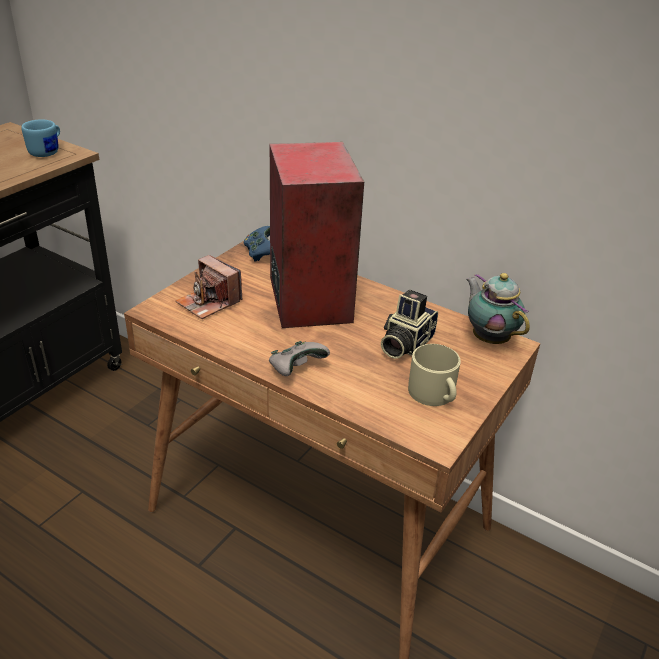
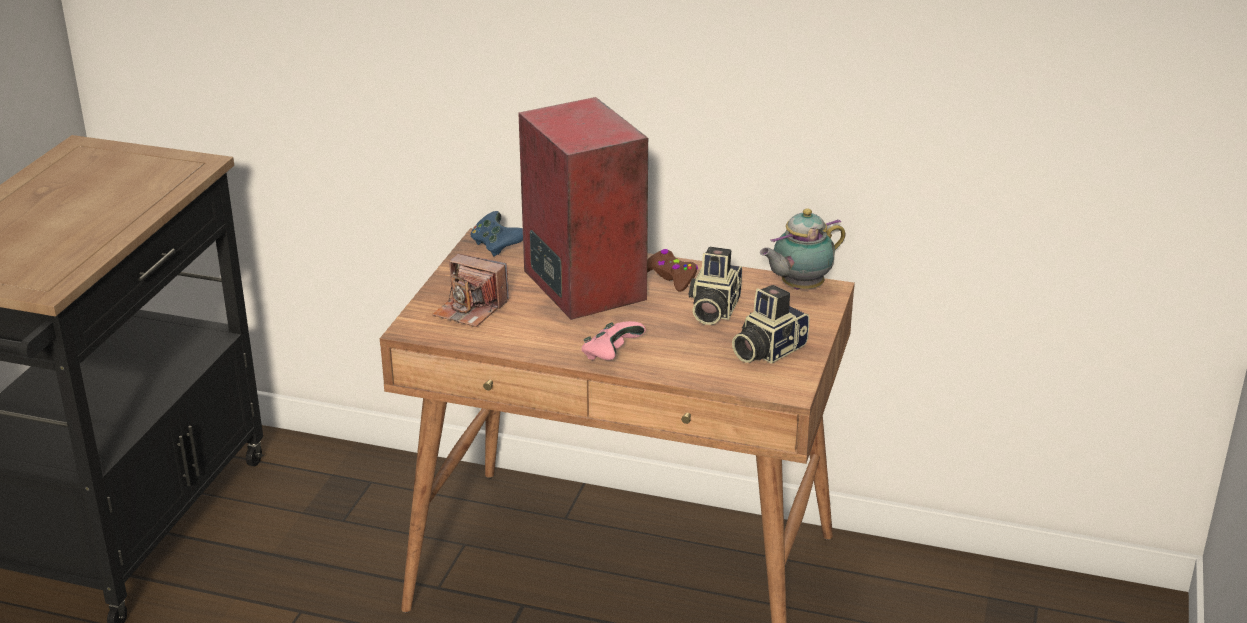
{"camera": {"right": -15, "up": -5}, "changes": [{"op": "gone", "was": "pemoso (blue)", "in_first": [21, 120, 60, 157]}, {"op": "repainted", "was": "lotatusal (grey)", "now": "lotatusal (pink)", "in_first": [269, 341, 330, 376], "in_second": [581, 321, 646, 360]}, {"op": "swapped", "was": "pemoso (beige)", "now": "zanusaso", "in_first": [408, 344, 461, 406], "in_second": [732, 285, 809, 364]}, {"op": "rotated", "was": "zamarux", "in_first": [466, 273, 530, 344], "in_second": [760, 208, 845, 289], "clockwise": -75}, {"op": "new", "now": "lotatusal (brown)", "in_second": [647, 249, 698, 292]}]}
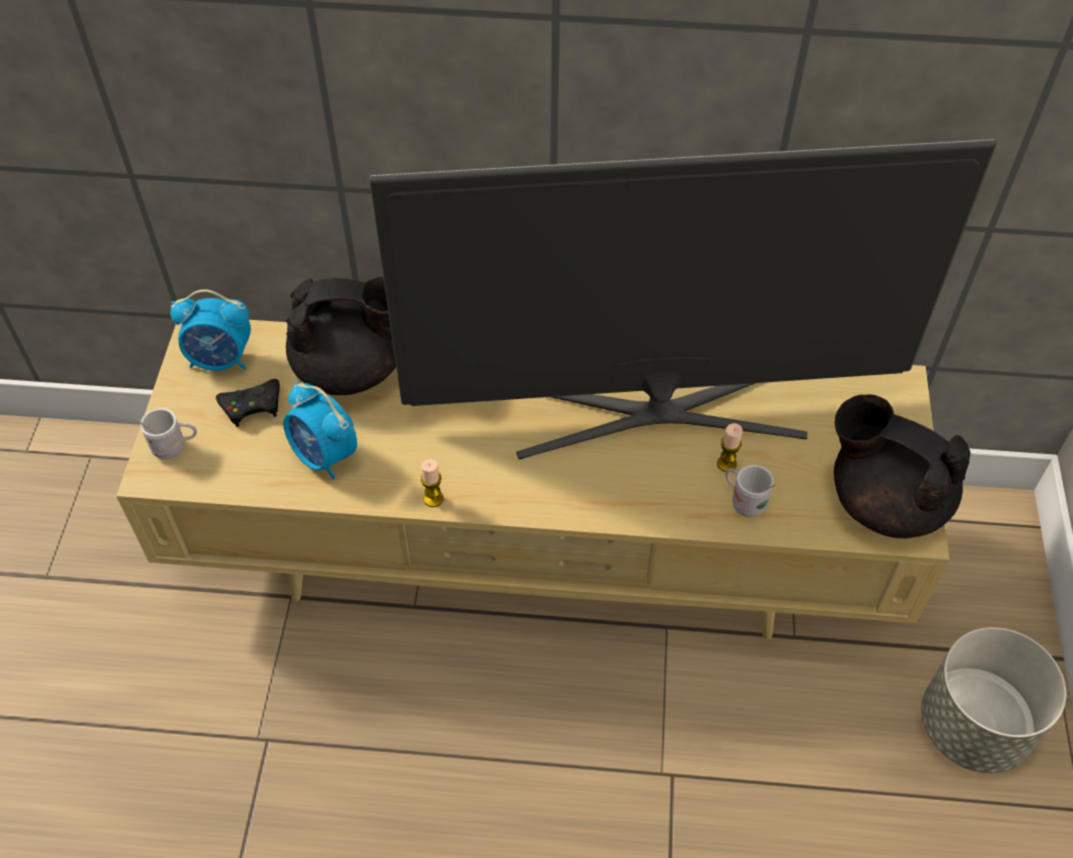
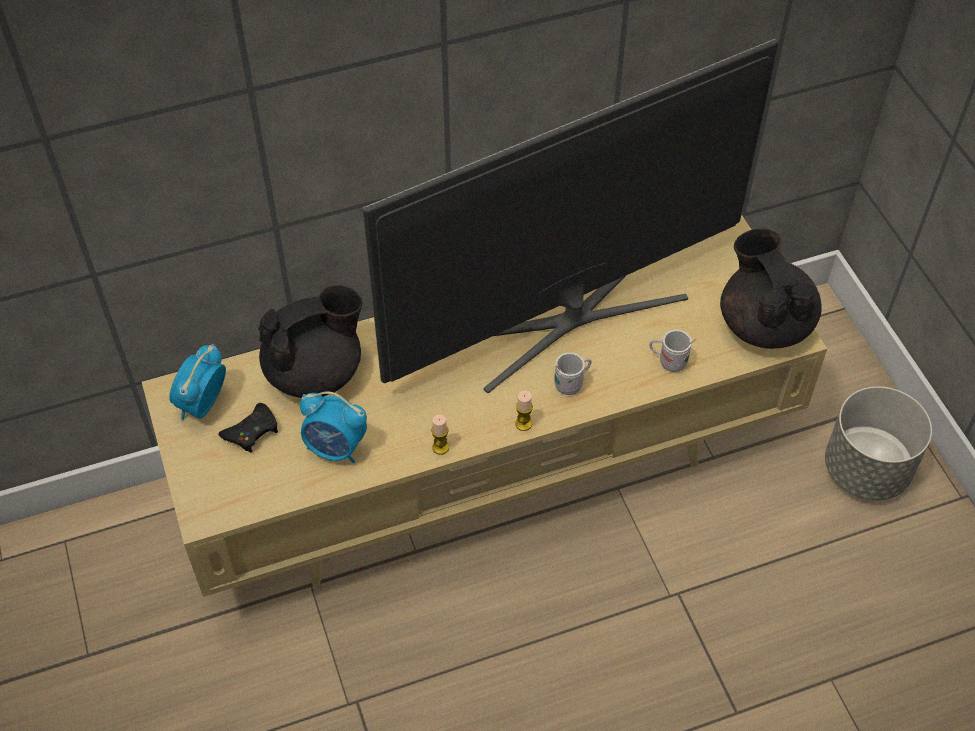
{"camera": {"right": -25, "up": 0}, "changes": [{"op": "shifted", "was": "pemoso (white)", "in_first": [133, 408, 197, 460], "in_second": [554, 352, 592, 395]}, {"op": "rotated", "was": "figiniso", "in_first": [171, 289, 251, 371], "in_second": [169, 344, 226, 420], "clockwise": 135}, {"op": "shifted", "was": "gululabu", "in_first": [717, 423, 742, 472], "in_second": [516, 390, 533, 431]}, {"op": "rotated", "was": "zamarux (black)", "in_first": [834, 394, 970, 538], "in_second": [720, 228, 822, 349], "clockwise": 60}]}
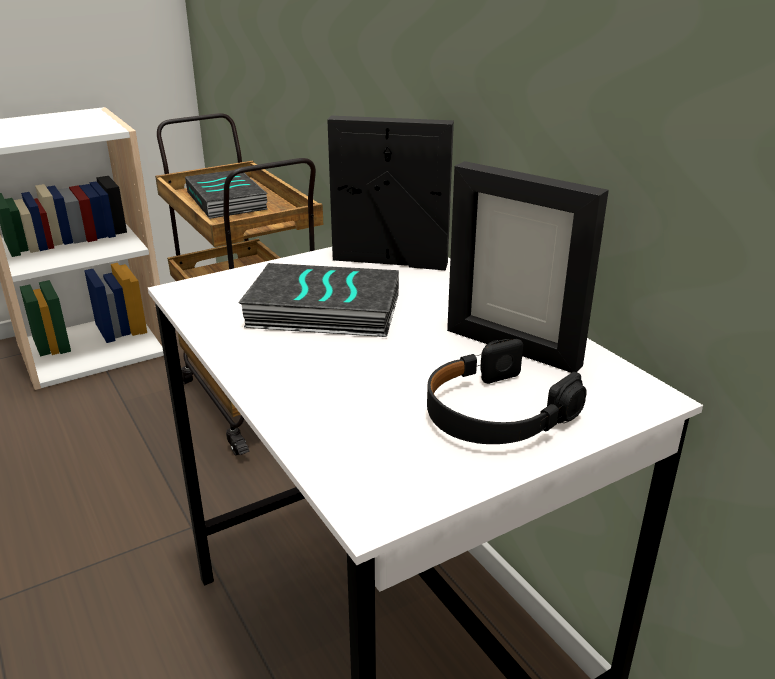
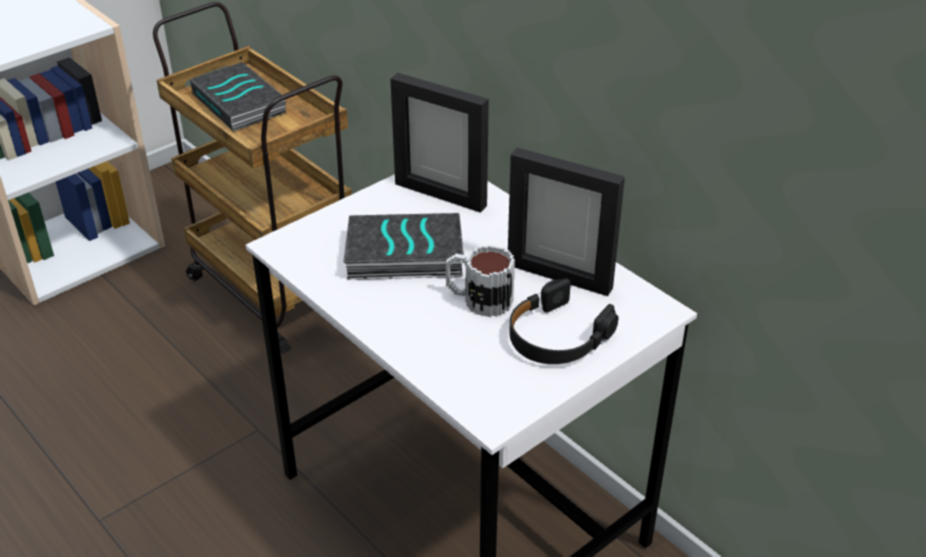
{"camera": {"right": -10, "up": 10}, "changes": [{"op": "rotated", "was": "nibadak", "in_first": [327, 116, 454, 271], "in_second": [390, 73, 489, 213], "clockwise": -150}, {"op": "new", "now": "pemoso", "in_second": [446, 245, 515, 317]}]}
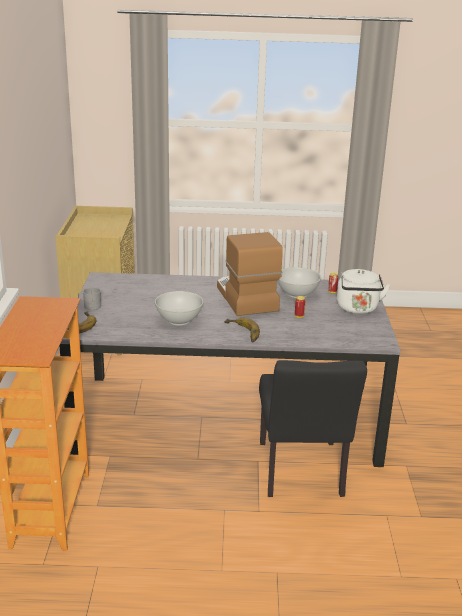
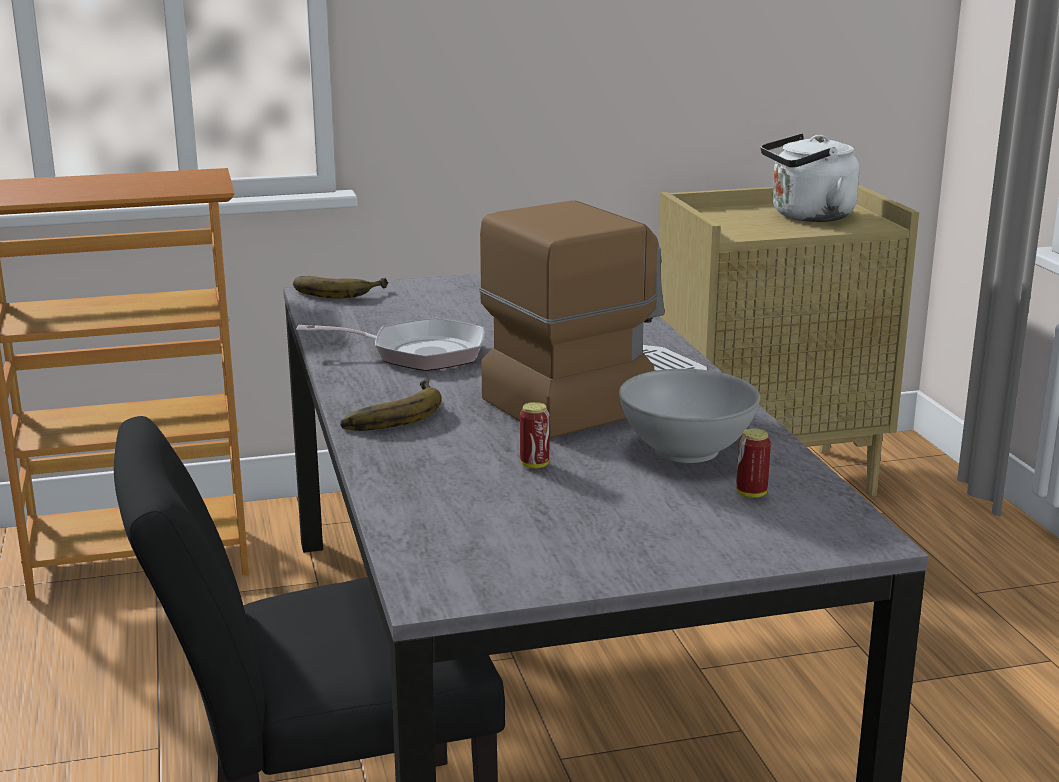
{"camera": {"right": 75, "up": -5}, "changes": [{"op": "gone", "was": "pemoso (grey)", "in_first": [78, 287, 101, 310]}, {"op": "swapped", "was": "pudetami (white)", "now": "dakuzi", "in_first": [155, 291, 203, 326], "in_second": [296, 318, 485, 371]}, {"op": "shifted", "was": "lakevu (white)", "in_first": [337, 269, 390, 314], "in_second": [761, 133, 859, 222]}]}
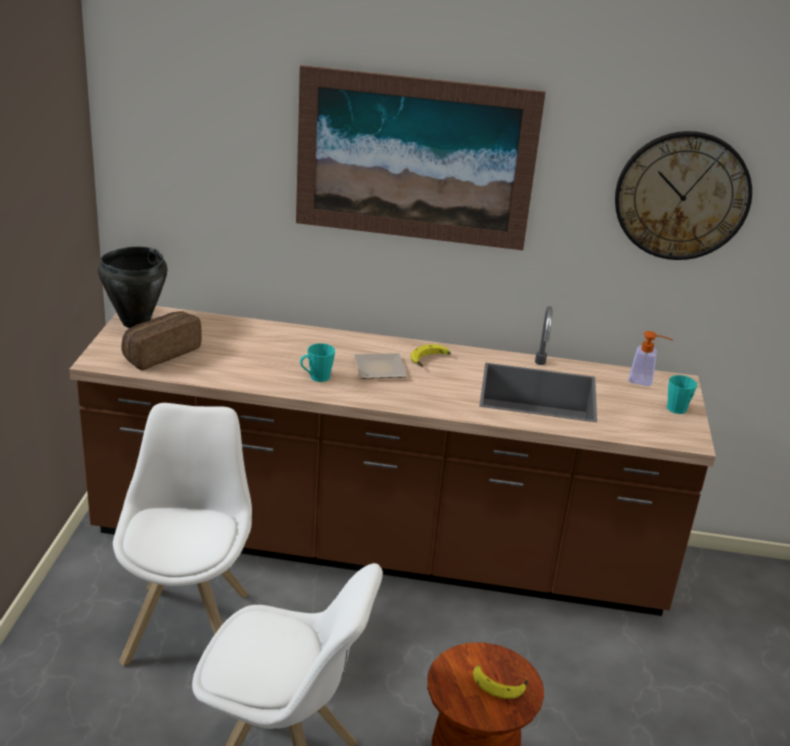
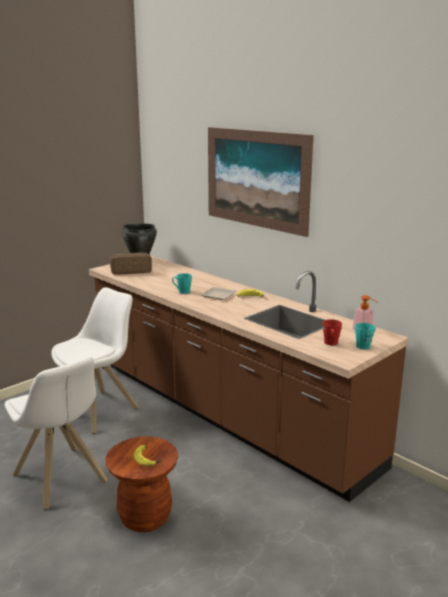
{"camera": {"right": 40, "up": -10}, "changes": [{"op": "gone", "was": "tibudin", "in_first": [615, 131, 752, 260]}, {"op": "new", "now": "pemoso (red)", "in_second": [323, 319, 342, 345]}]}
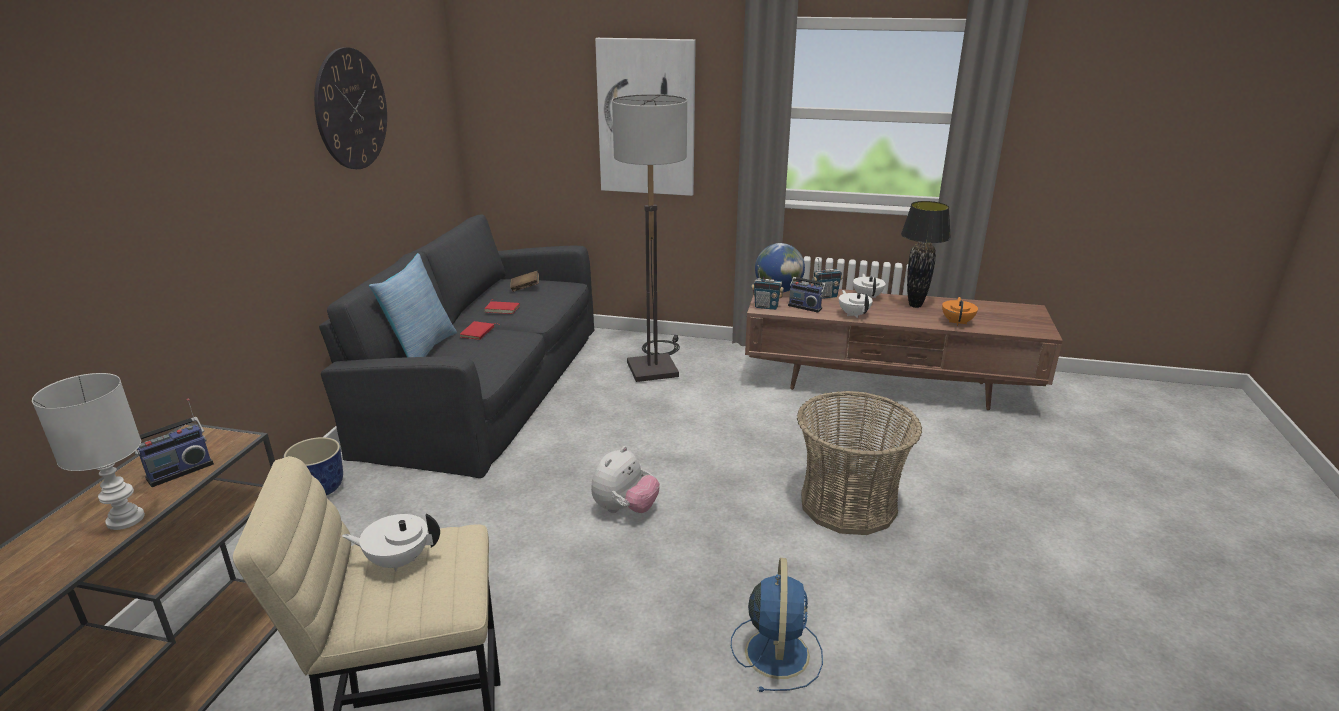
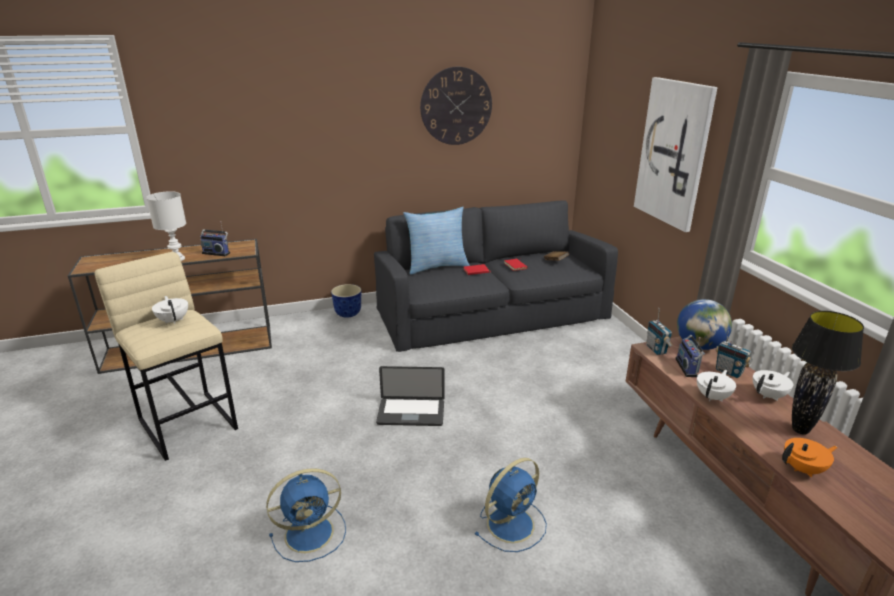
{"camera": {"right": 60, "up": 0}, "changes": [{"op": "swapped", "was": "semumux", "now": "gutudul", "in_first": [591, 446, 660, 513], "in_second": [376, 366, 445, 426]}, {"op": "gone", "was": "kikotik", "in_first": [612, 94, 687, 382]}, {"op": "swapped", "was": "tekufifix", "now": "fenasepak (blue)", "in_first": [797, 391, 922, 535], "in_second": [474, 458, 547, 552]}]}
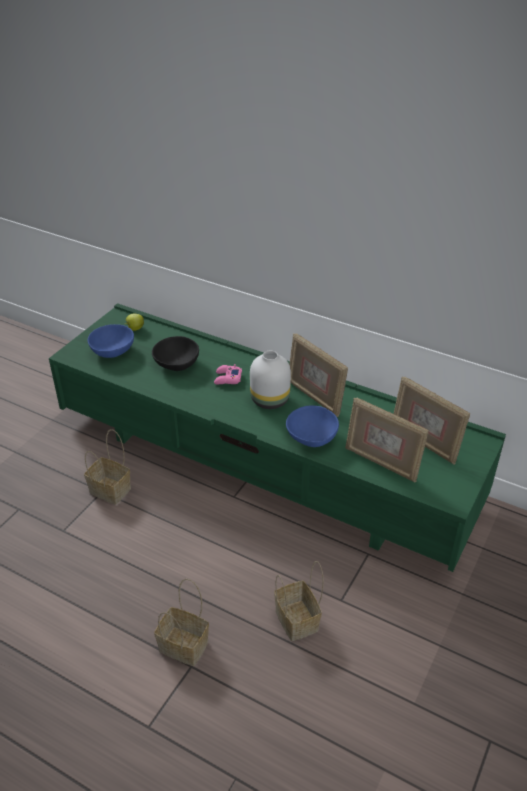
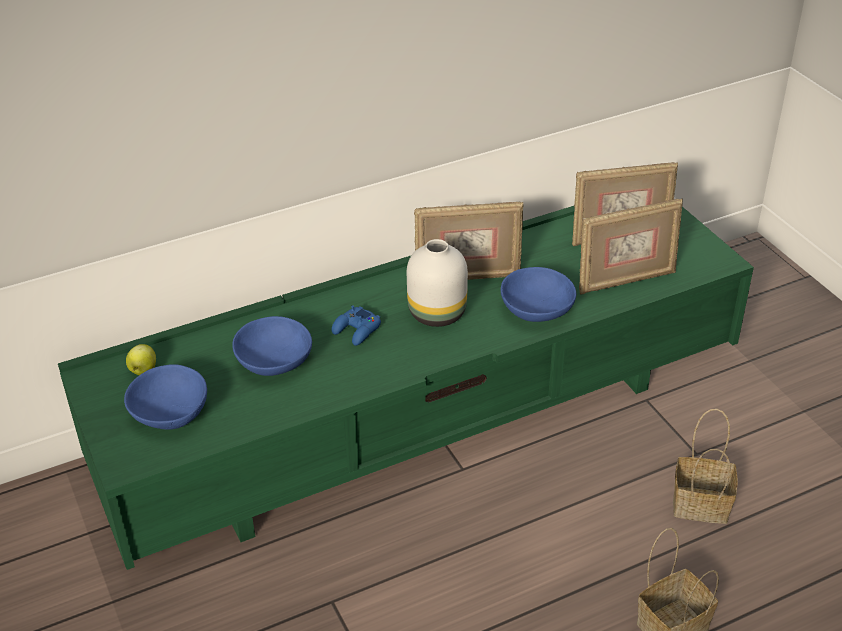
{"camera": {"right": -55, "up": 0}, "changes": [{"op": "gone", "was": "tekufifix", "in_first": [84, 429, 131, 505]}, {"op": "repainted", "was": "pudetami (black)", "now": "pudetami (blue)", "in_first": [152, 336, 199, 371], "in_second": [232, 316, 312, 376]}, {"op": "repainted", "was": "lotatusal (pink)", "now": "lotatusal (blue)", "in_first": [214, 364, 242, 384], "in_second": [332, 305, 381, 346]}]}
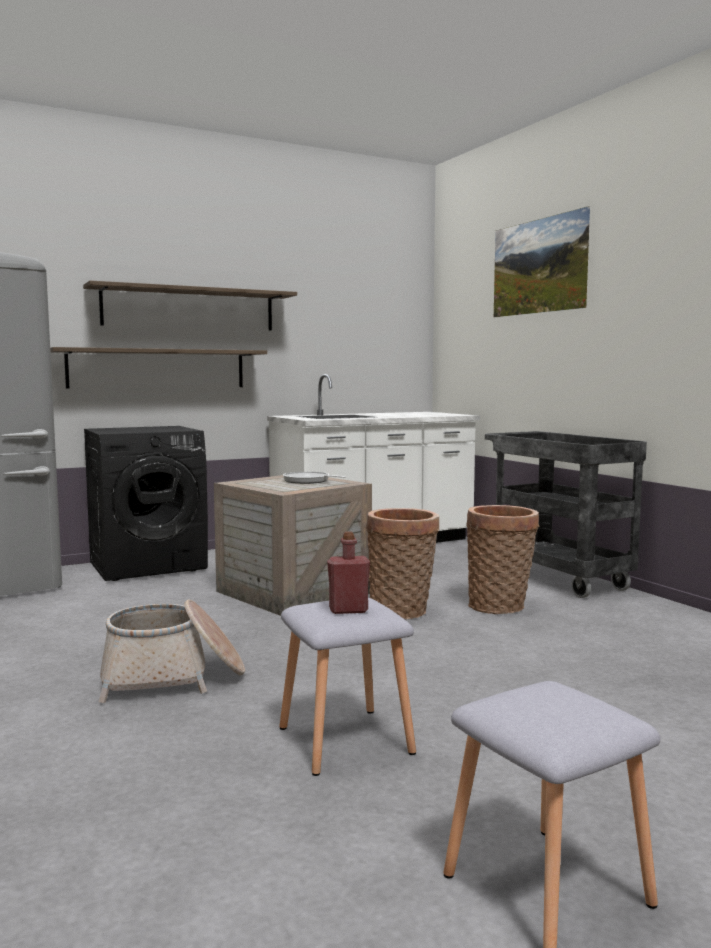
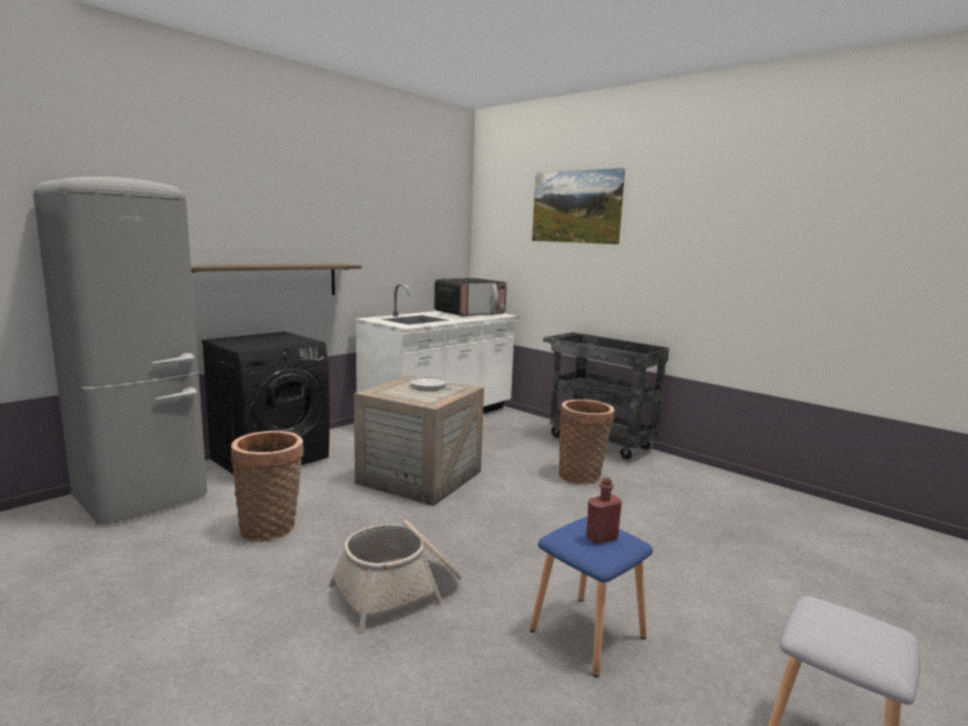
{"camera": {"right": -20, "up": 5}, "changes": [{"op": "gone", "was": "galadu", "in_first": [83, 280, 297, 330]}, {"op": "repainted", "was": "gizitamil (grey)", "now": "gizitamil (blue)", "in_first": [279, 598, 416, 776], "in_second": [530, 517, 653, 677]}, {"op": "shifted", "was": "tekufifix", "in_first": [366, 508, 439, 620], "in_second": [231, 431, 304, 542]}, {"op": "new", "now": "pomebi", "in_second": [434, 278, 507, 317]}]}
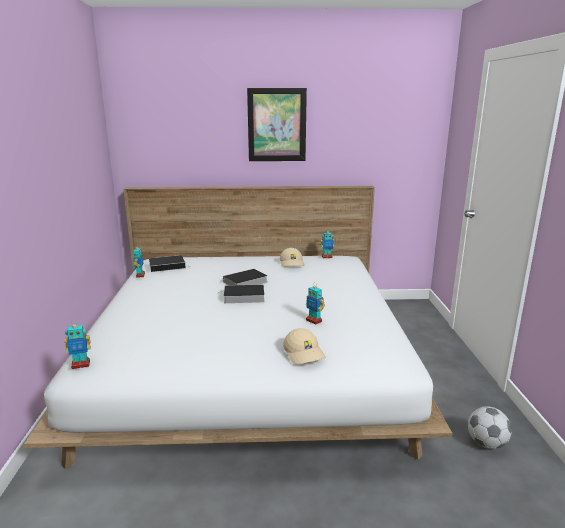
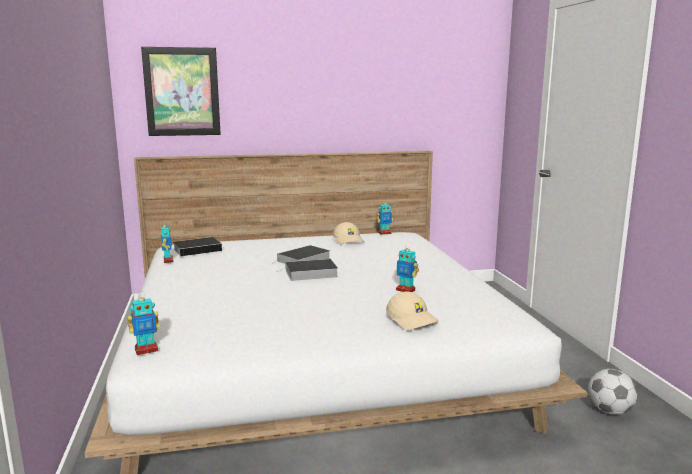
{"camera": {"right": -10, "up": -5}, "changes": [{"op": "shifted", "was": "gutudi", "in_first": [247, 88, 307, 161], "in_second": [141, 47, 221, 136]}]}
